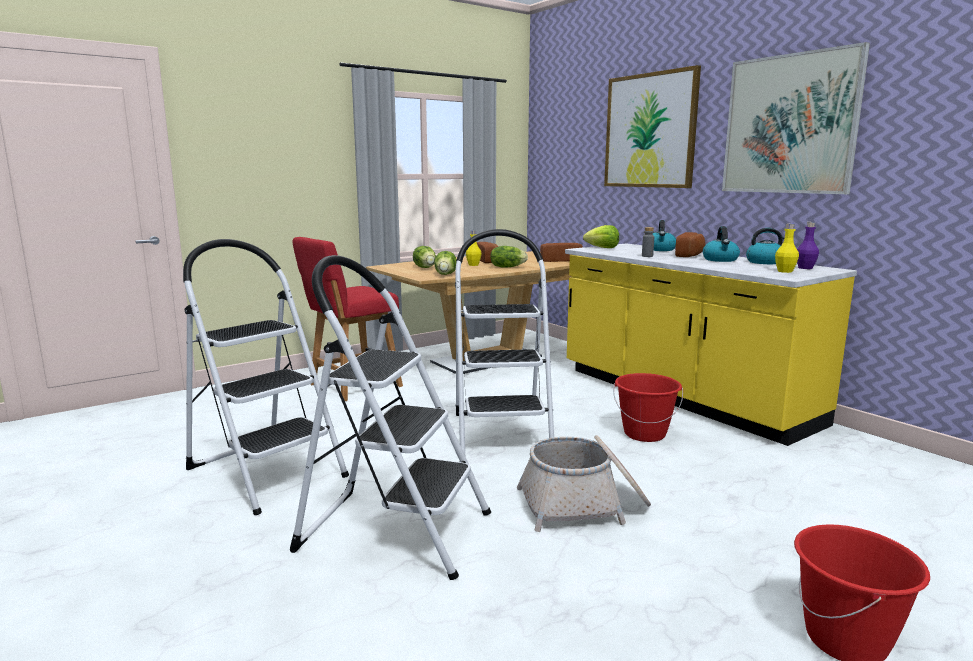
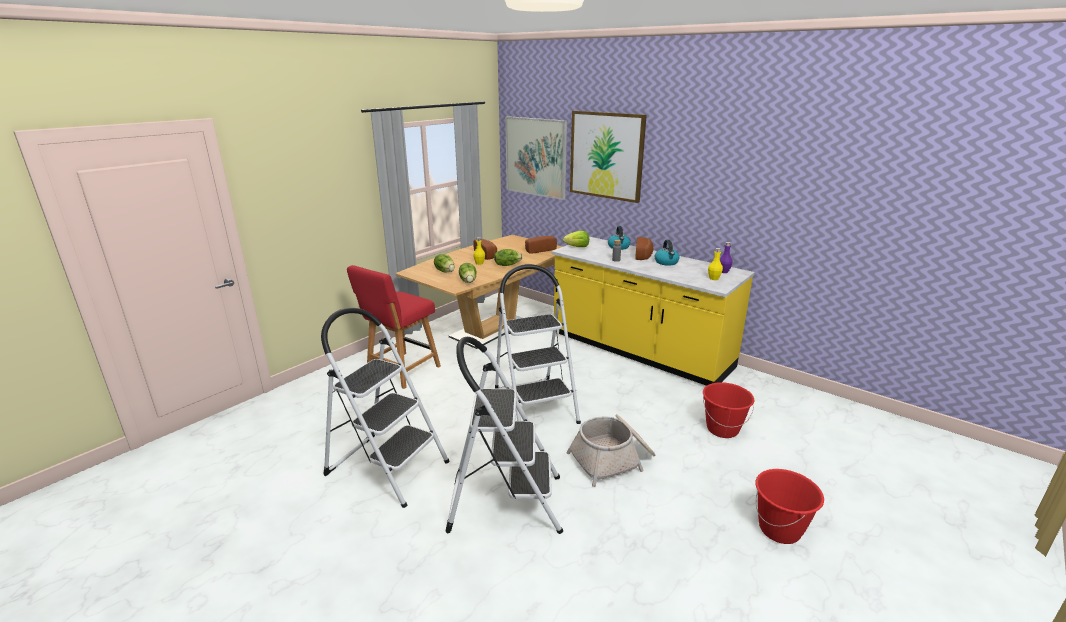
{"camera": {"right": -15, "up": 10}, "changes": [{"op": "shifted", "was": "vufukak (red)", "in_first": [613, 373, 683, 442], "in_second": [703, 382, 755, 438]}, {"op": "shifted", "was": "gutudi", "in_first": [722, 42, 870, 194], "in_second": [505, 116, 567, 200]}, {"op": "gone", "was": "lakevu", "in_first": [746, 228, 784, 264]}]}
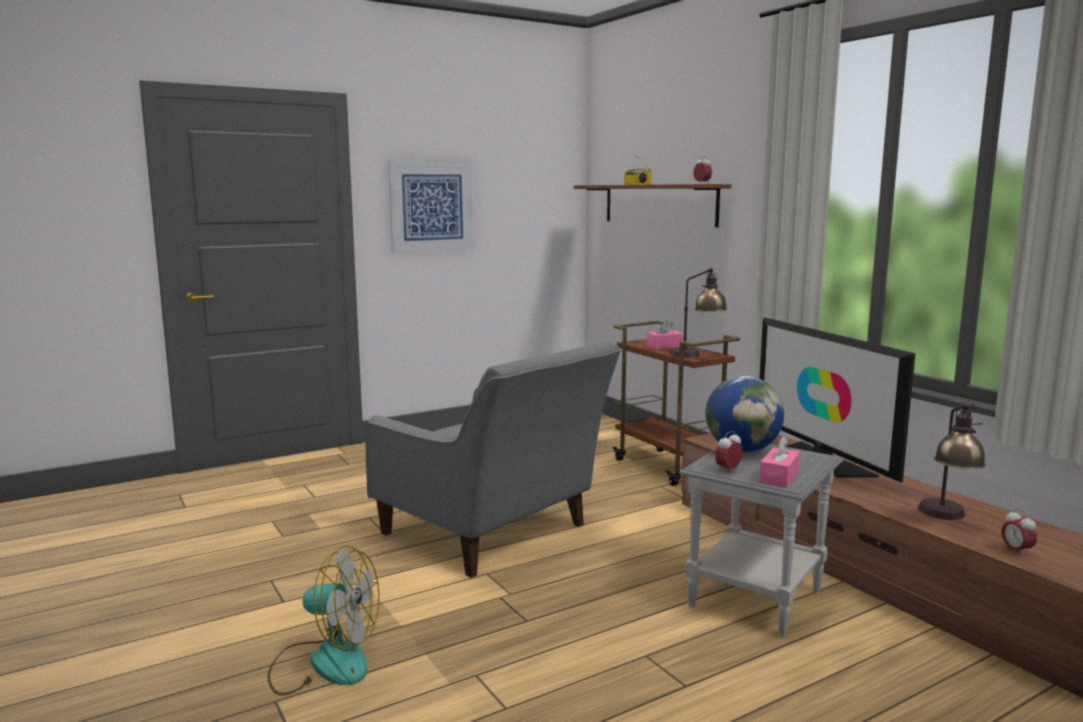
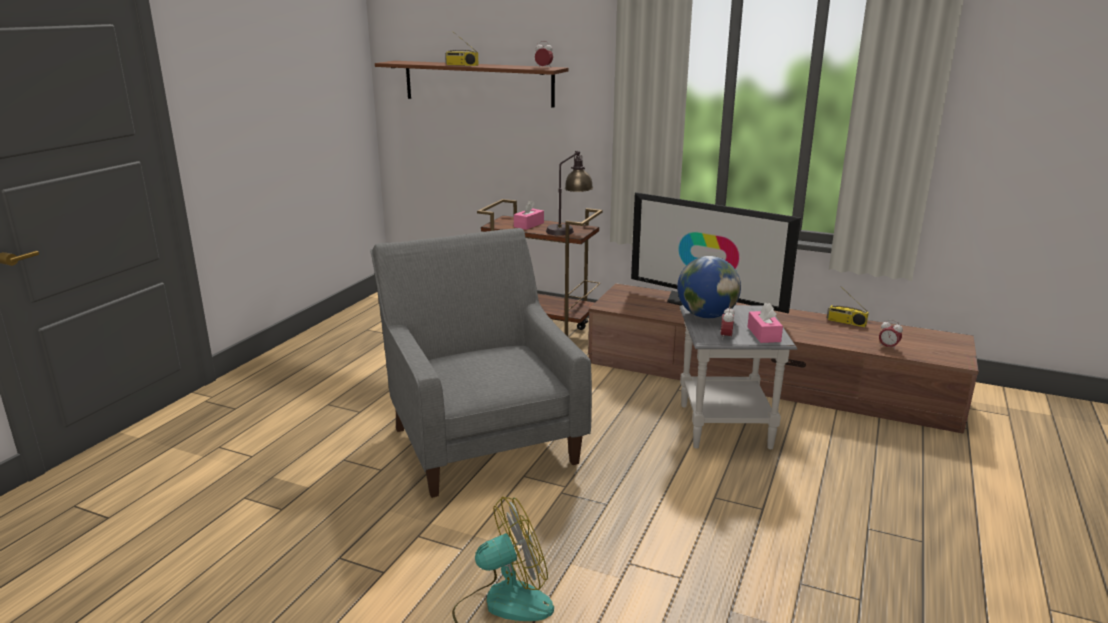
{"camera": {"right": -35, "up": 10}, "changes": [{"op": "rotated", "was": "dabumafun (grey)", "in_first": [366, 342, 622, 578], "in_second": [370, 228, 592, 498], "clockwise": -120}, {"op": "gone", "was": "gutudi", "in_first": [388, 160, 474, 253]}, {"op": "gone", "was": "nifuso", "in_first": [918, 403, 986, 520]}, {"op": "new", "now": "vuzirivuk", "in_second": [827, 286, 869, 327]}]}
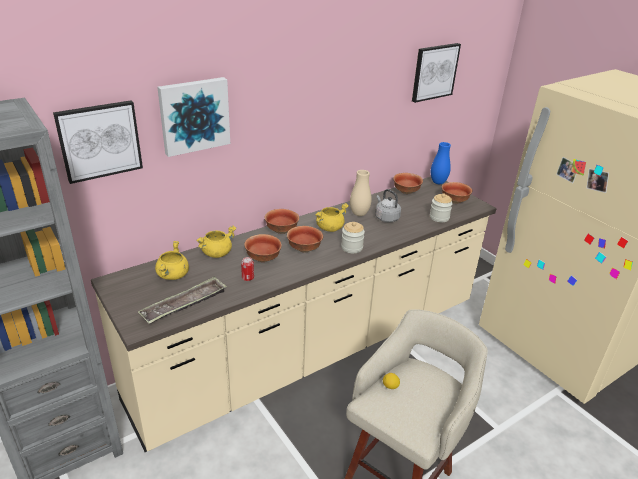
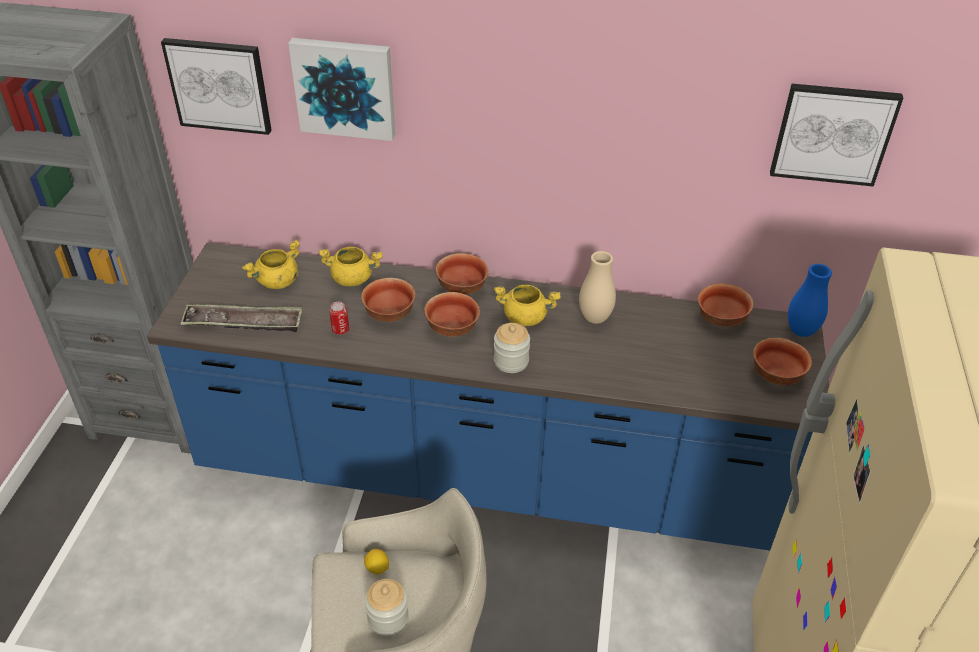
{"camera": {"right": 45, "up": 10}, "changes": [{"op": "repainted", "was": "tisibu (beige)", "now": "tisibu (blue)", "in_first": [91, 177, 497, 452], "in_second": [147, 243, 829, 551]}, {"op": "gone", "was": "lakevu (grey)", "in_first": [375, 189, 401, 223]}, {"op": "shifted", "was": "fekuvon", "in_first": [430, 193, 453, 222], "in_second": [365, 579, 409, 637]}]}
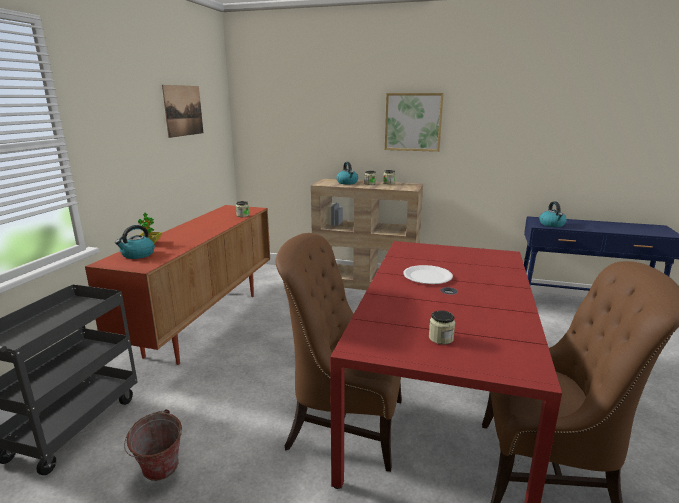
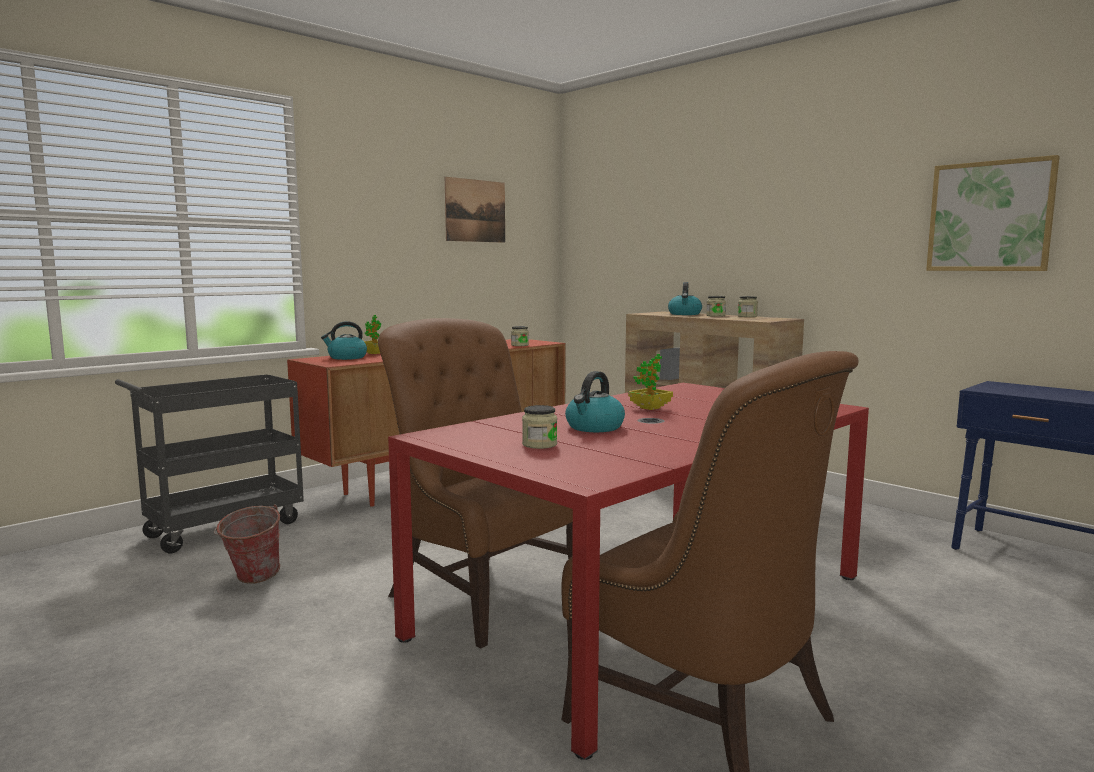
{"camera": {"right": 30, "up": -10}, "changes": [{"op": "shifted", "was": "gutudi", "in_first": [385, 93, 444, 152], "in_second": [926, 155, 1060, 271]}, {"op": "swapped", "was": "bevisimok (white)", "now": "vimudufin", "in_first": [403, 265, 453, 284], "in_second": [628, 354, 673, 410]}, {"op": "shifted", "was": "lakevu", "in_first": [539, 201, 567, 227], "in_second": [565, 371, 625, 432]}]}
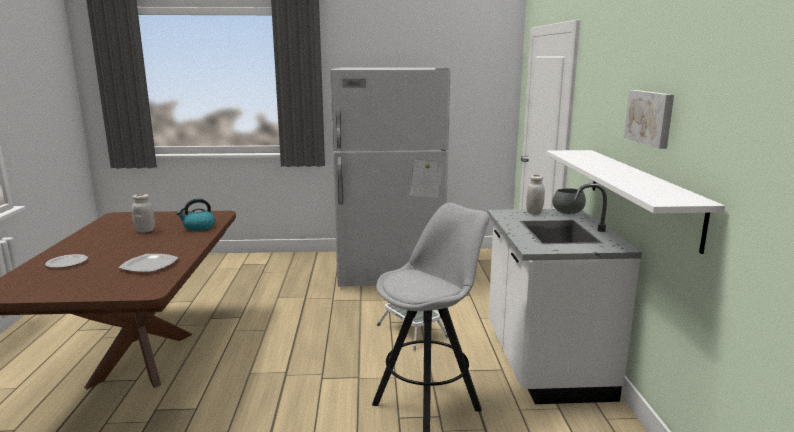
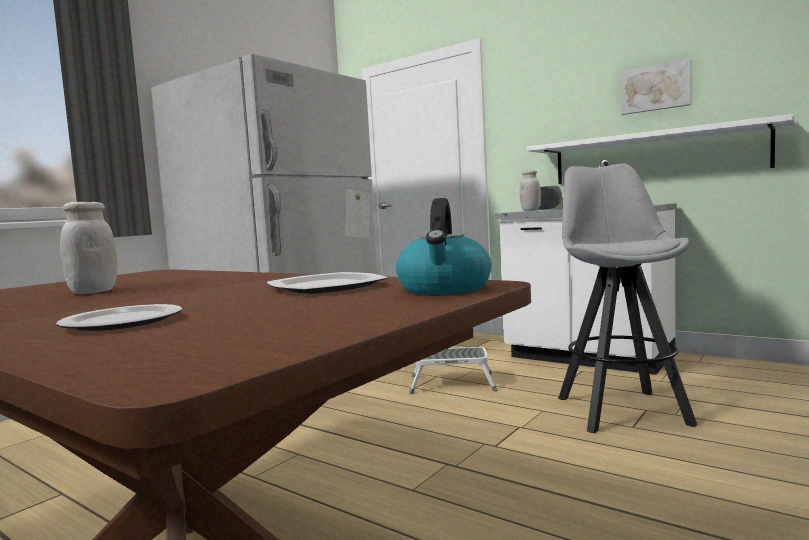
{"camera": {"right": -50, "up": -10}, "changes": [{"op": "shifted", "was": "lakevu", "in_first": [176, 199, 215, 231], "in_second": [396, 198, 492, 295]}]}
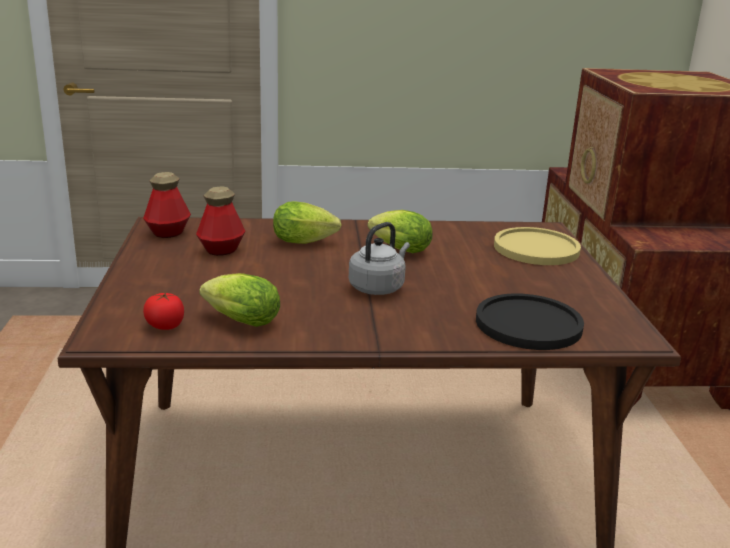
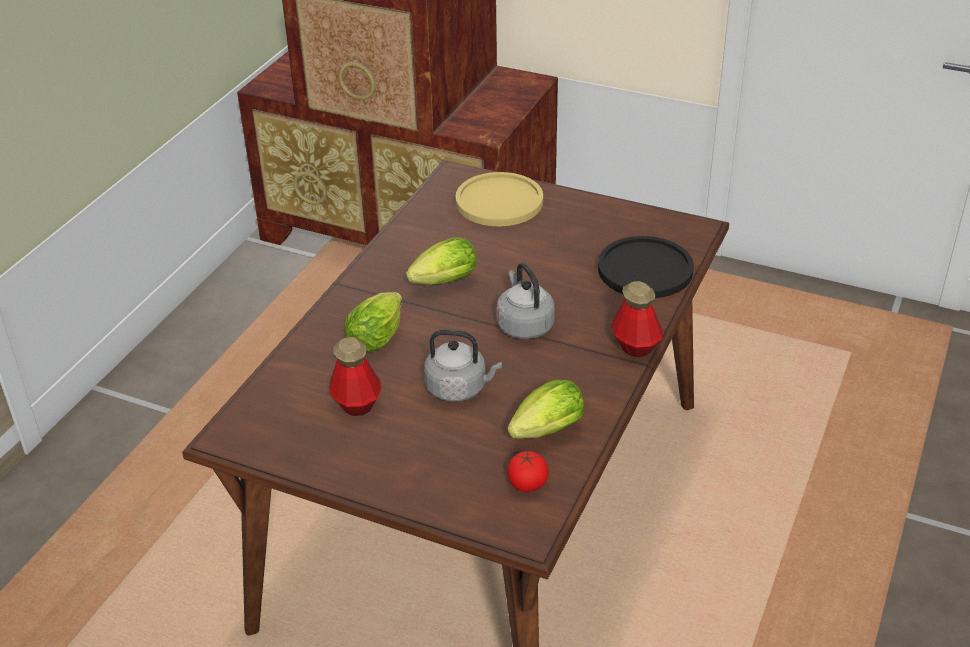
{"camera": {"right": -60, "up": 15}, "changes": [{"op": "shifted", "was": "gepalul", "in_first": [143, 172, 191, 238], "in_second": [611, 281, 663, 357]}, {"op": "new", "now": "lakevu (grey)", "in_second": [424, 330, 502, 401]}]}
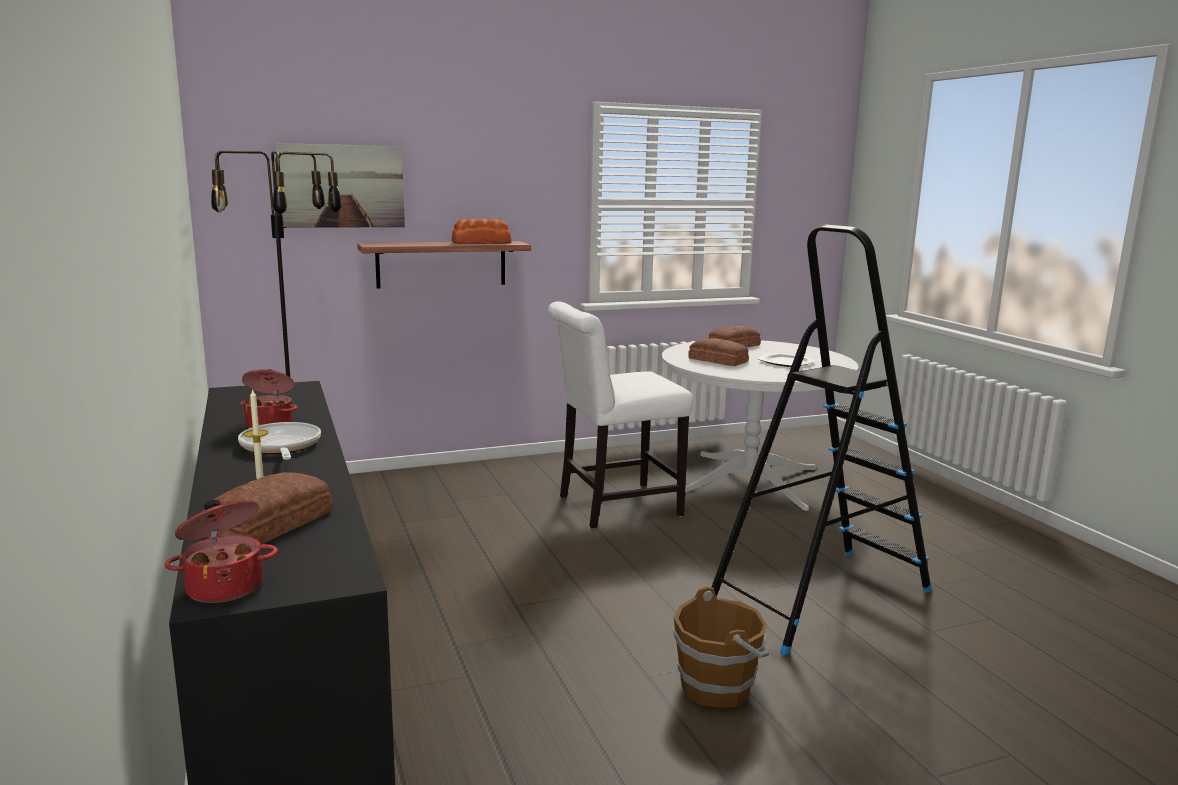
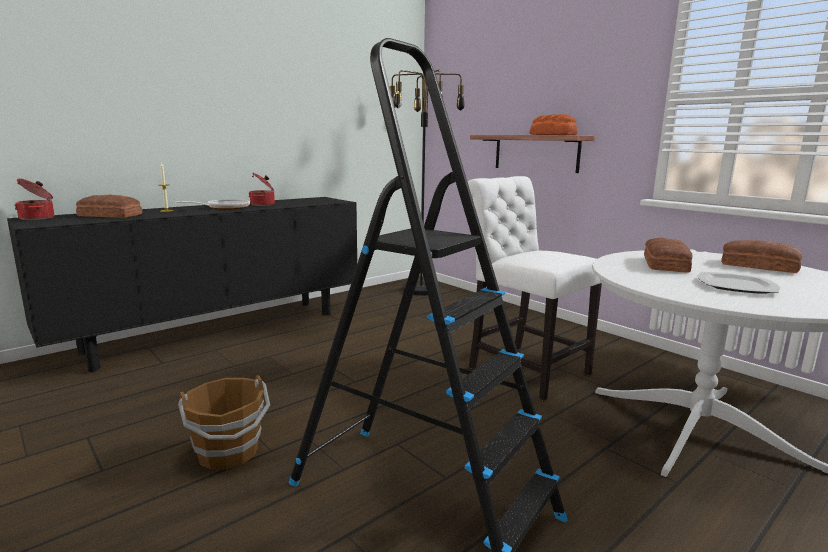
{"camera": {"right": 70, "up": 0}, "changes": [{"op": "gone", "was": "gutudi", "in_first": [275, 143, 405, 228]}]}
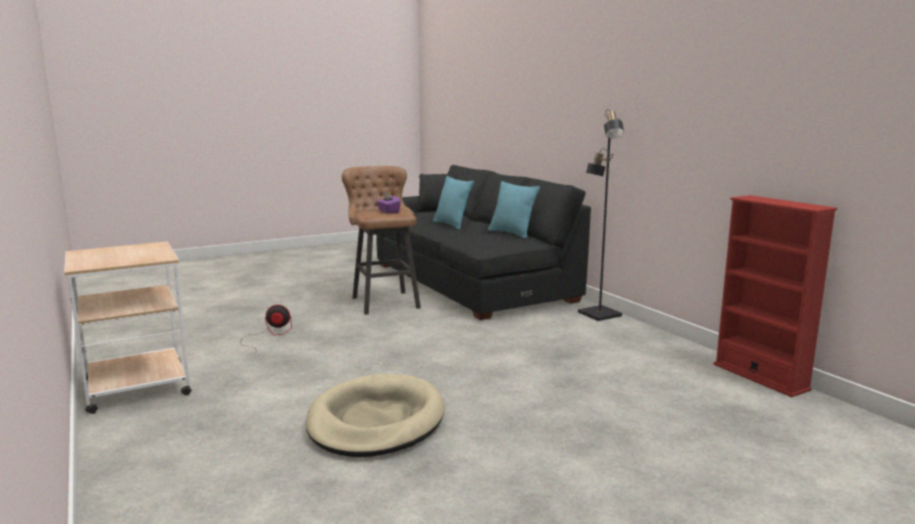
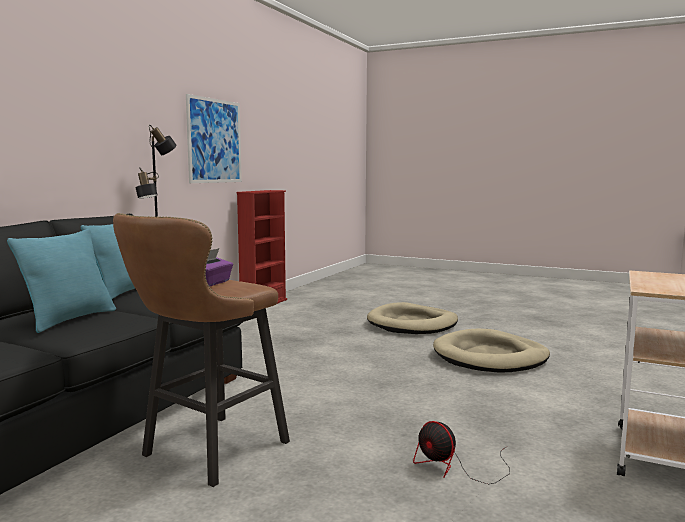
{"camera": {"right": -125, "up": -5}, "changes": [{"op": "new", "now": "gutudi", "in_second": [186, 94, 242, 183]}, {"op": "new", "now": "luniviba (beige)", "in_second": [367, 302, 458, 334]}]}
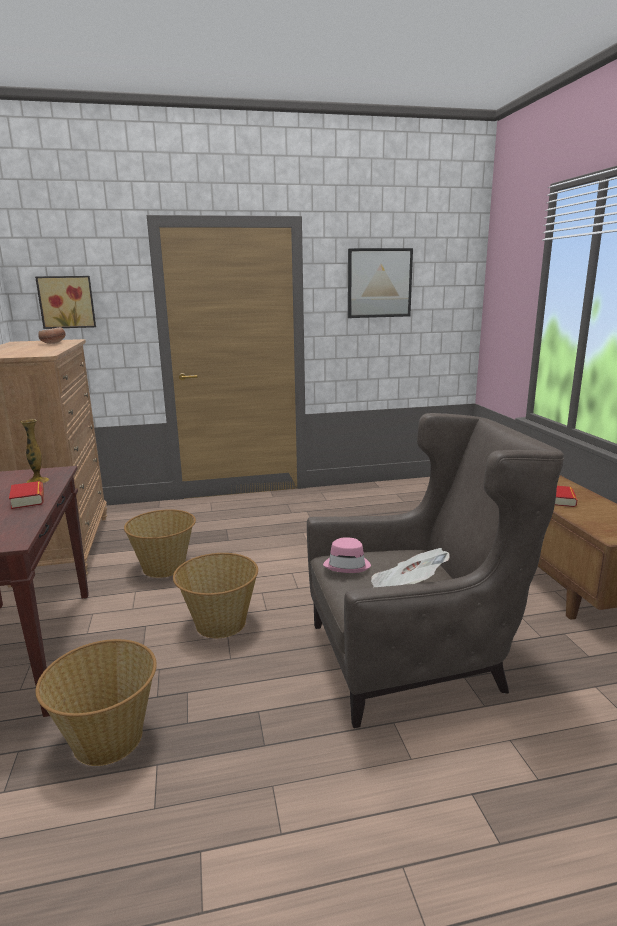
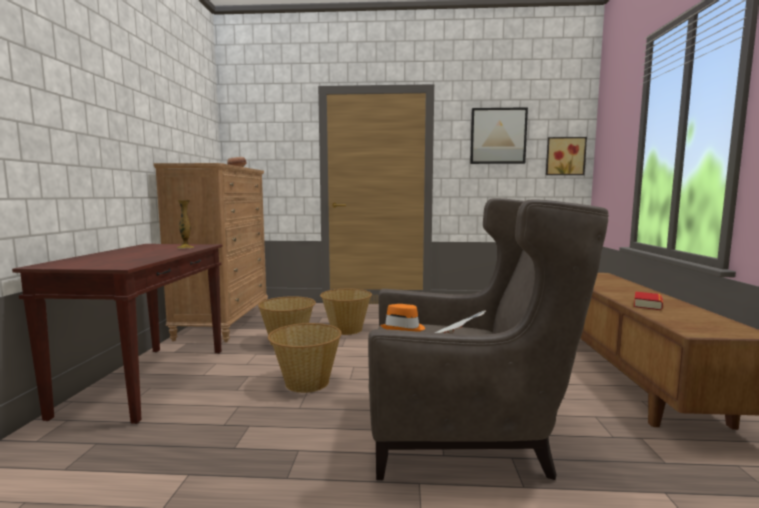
{"camera": {"right": 15, "up": -10}, "changes": [{"op": "gone", "was": "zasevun", "in_first": [9, 481, 44, 509]}, {"op": "shifted", "was": "gutudi", "in_first": [35, 276, 96, 329], "in_second": [546, 137, 587, 175]}, {"op": "shifted", "was": "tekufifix", "in_first": [36, 639, 157, 766], "in_second": [320, 289, 372, 335]}, {"op": "repainted", "was": "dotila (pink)", "now": "dotila (orange)", "in_first": [323, 537, 371, 573], "in_second": [380, 304, 425, 332]}]}
